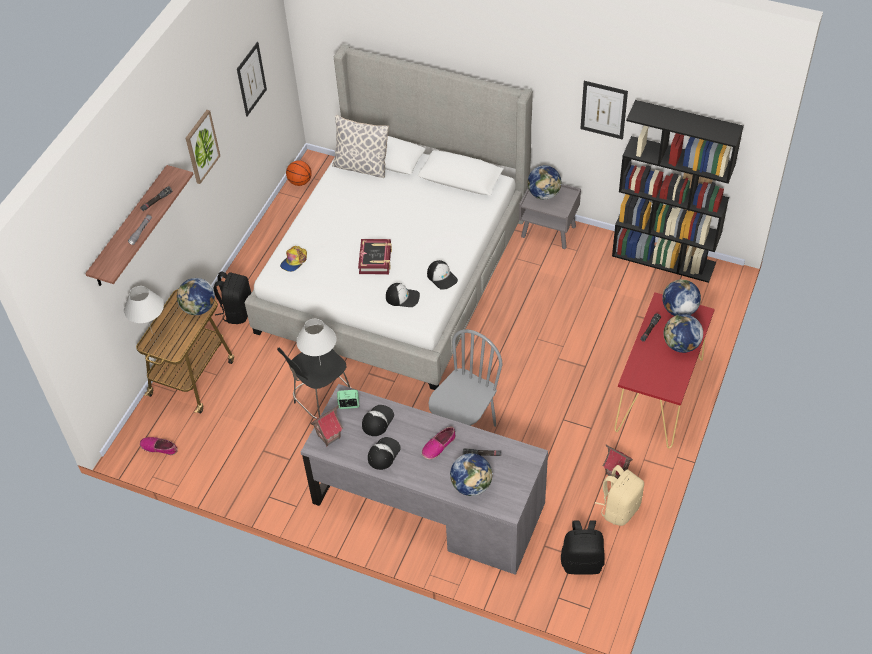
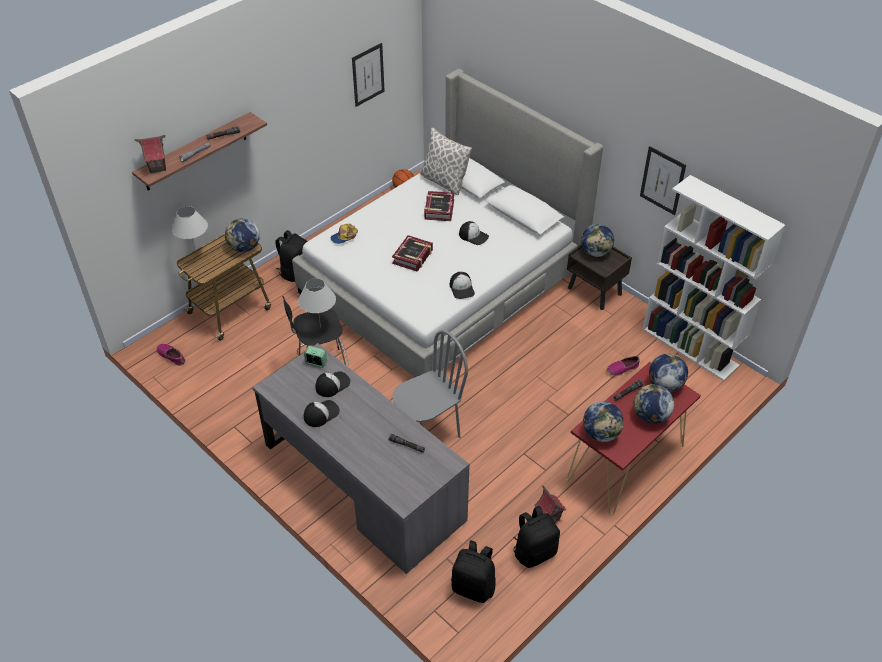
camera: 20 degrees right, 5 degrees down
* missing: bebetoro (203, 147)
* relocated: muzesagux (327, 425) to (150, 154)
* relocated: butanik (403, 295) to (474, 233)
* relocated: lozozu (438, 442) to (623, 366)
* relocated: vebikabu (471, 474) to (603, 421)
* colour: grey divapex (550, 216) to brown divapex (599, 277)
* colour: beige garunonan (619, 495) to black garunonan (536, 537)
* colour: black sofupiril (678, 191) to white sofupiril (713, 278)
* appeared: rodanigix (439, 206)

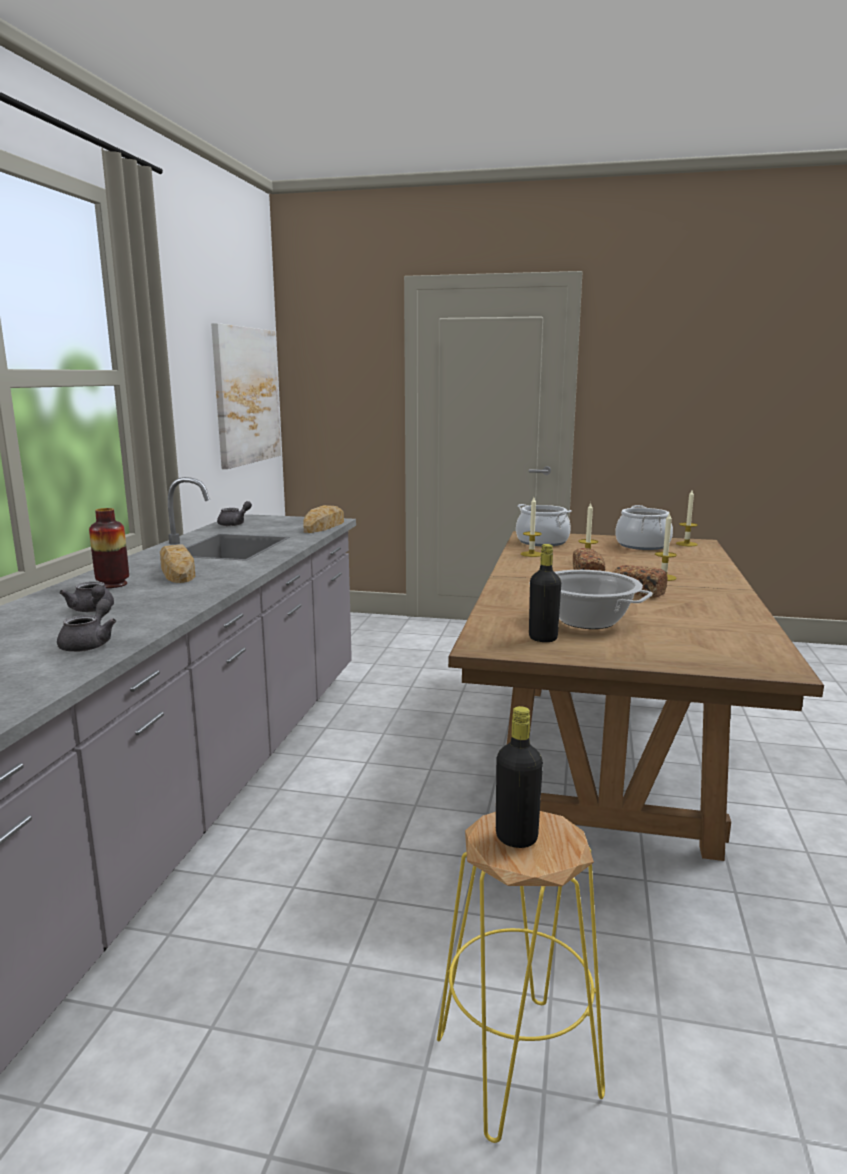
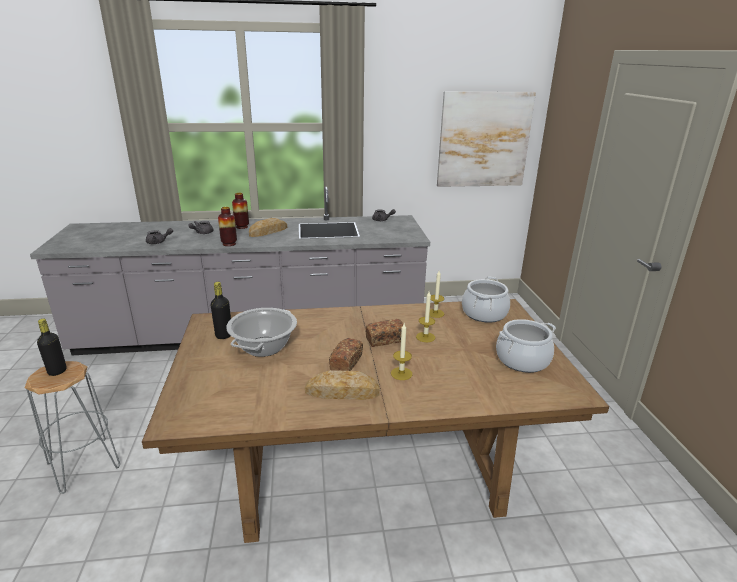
camera: 70 degrees right, 10 degrees up
* relocated: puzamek (323, 519) to (342, 385)
* colour: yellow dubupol (521, 977) to grey dubupol (72, 427)
* missing: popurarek (687, 518)
* appeared: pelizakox (227, 226)

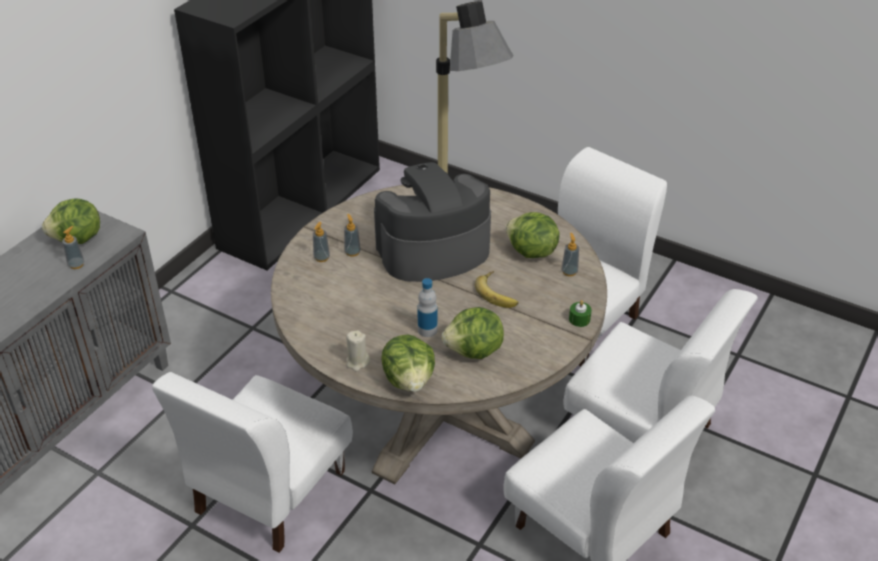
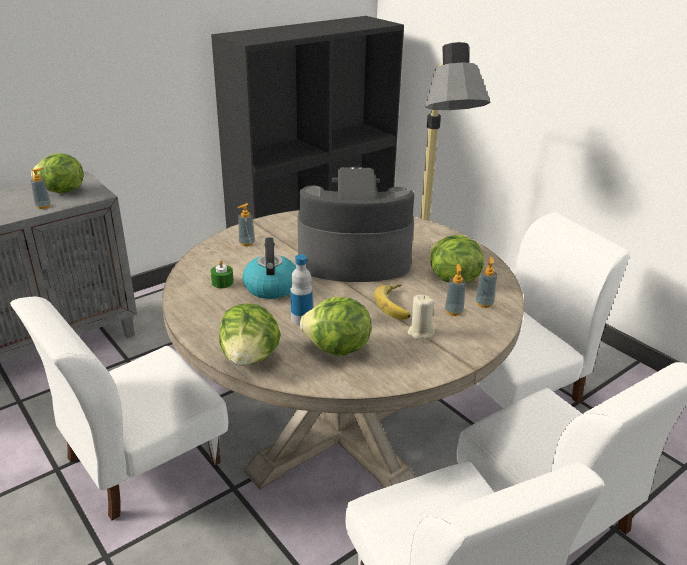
camera: 20 degrees right, 10 degrees down
* relocated: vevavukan (352, 235) to (455, 290)
* relocated: beige popurarek (358, 350) to (421, 317)
* relocated: green popurarek (580, 313) to (222, 274)
* appeared: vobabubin (269, 268)

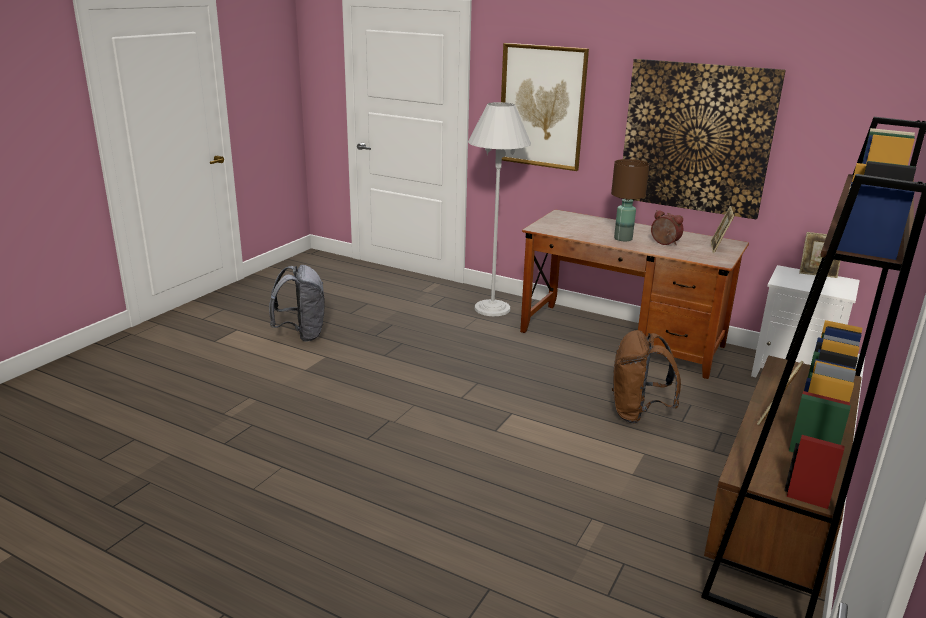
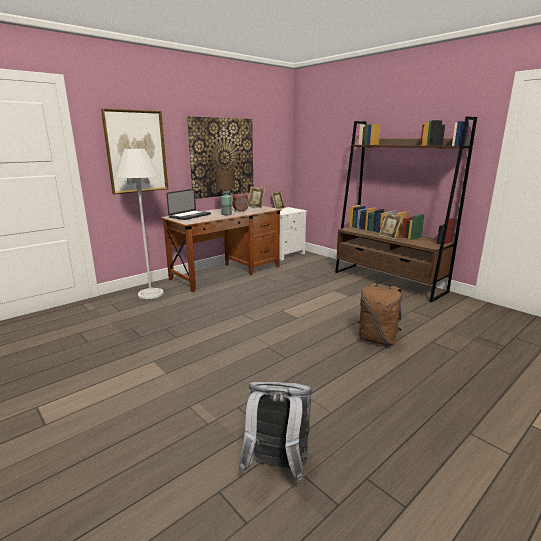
camera: 70 degrees left, 5 degrees down
* relocated: grey garunonan (297, 303) to (276, 432)
* relocated: brown garunonan (646, 376) to (380, 314)
* appeared: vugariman (188, 204)

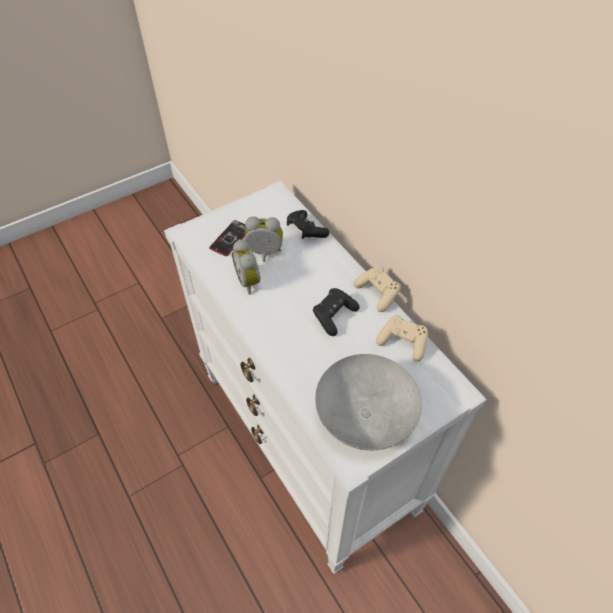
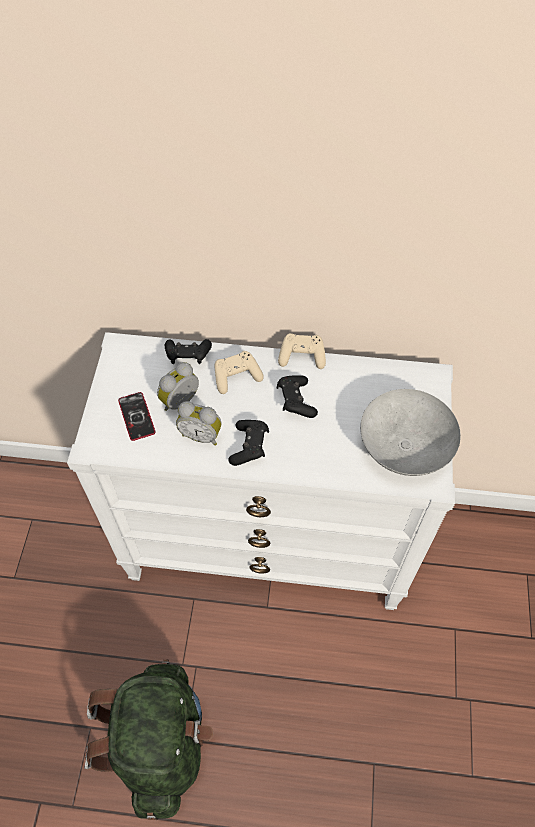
camera: 50 degrees left, 5 degrees up
* relocated: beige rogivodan (402, 338) to (239, 372)
* appeared: green garunonan (149, 740)
* appeared: black rogivodan (248, 443)

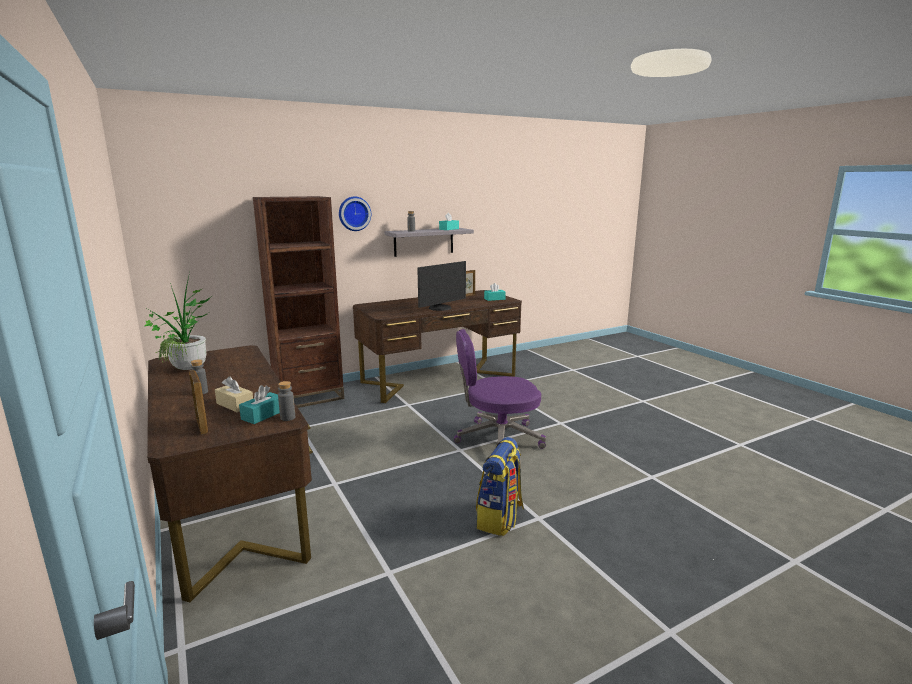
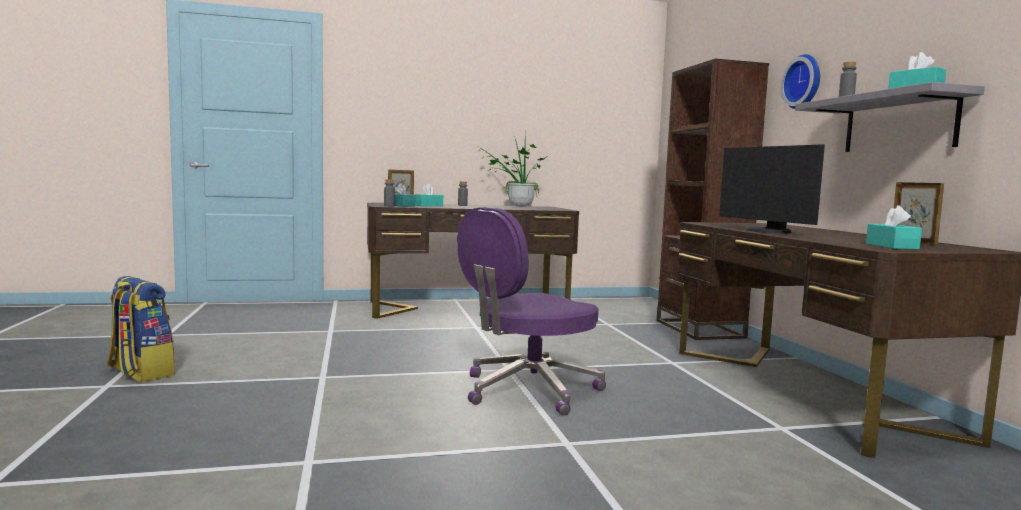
camera: 105 degrees right, 10 degrees down
* colour: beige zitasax (234, 394) to turquoise zitasax (429, 195)
* spun: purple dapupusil (500, 389) = (531, 311) 135 degrees counterclockwise
* relocated: garunonan (500, 486) to (141, 329)

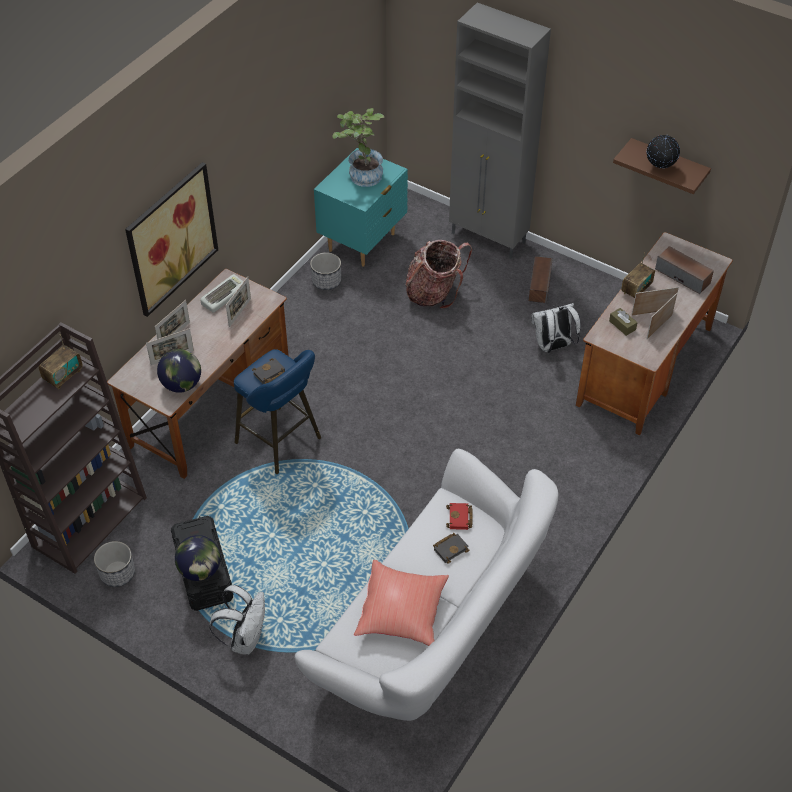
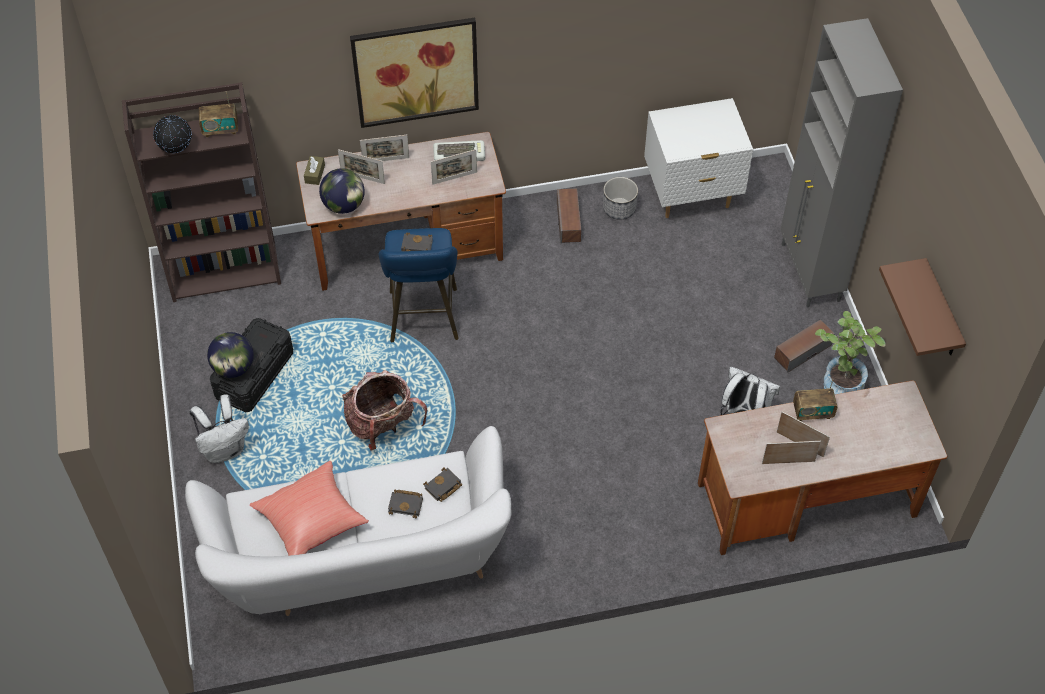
camera: 45 degrees right, 5 degrees up
* missing: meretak (114, 564)
* colour: turquoise divapex (361, 207) to white divapex (698, 158)
* relocated: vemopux (358, 147) to (850, 352)
* relocated: garunonan (439, 274) to (384, 410)
* colour: red rodanigix (459, 516) to black rodanigix (442, 484)
* relocated: brown zitasax (623, 322) to (314, 170)
* relocated: vebikabu (663, 152) to (172, 134)
* relocated: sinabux (684, 270) to (569, 215)

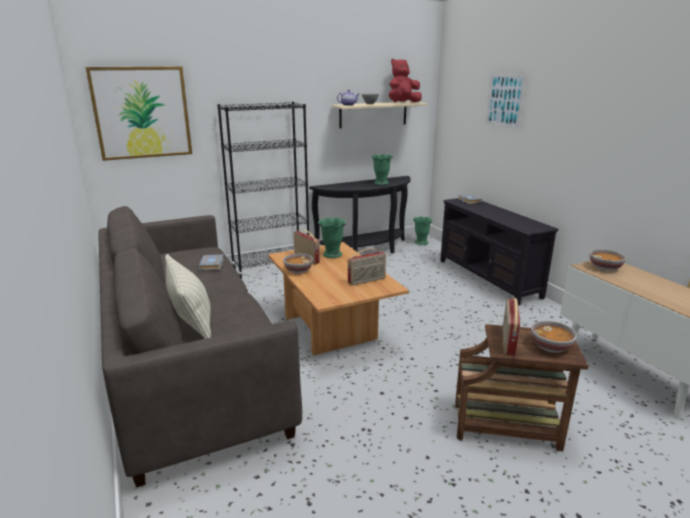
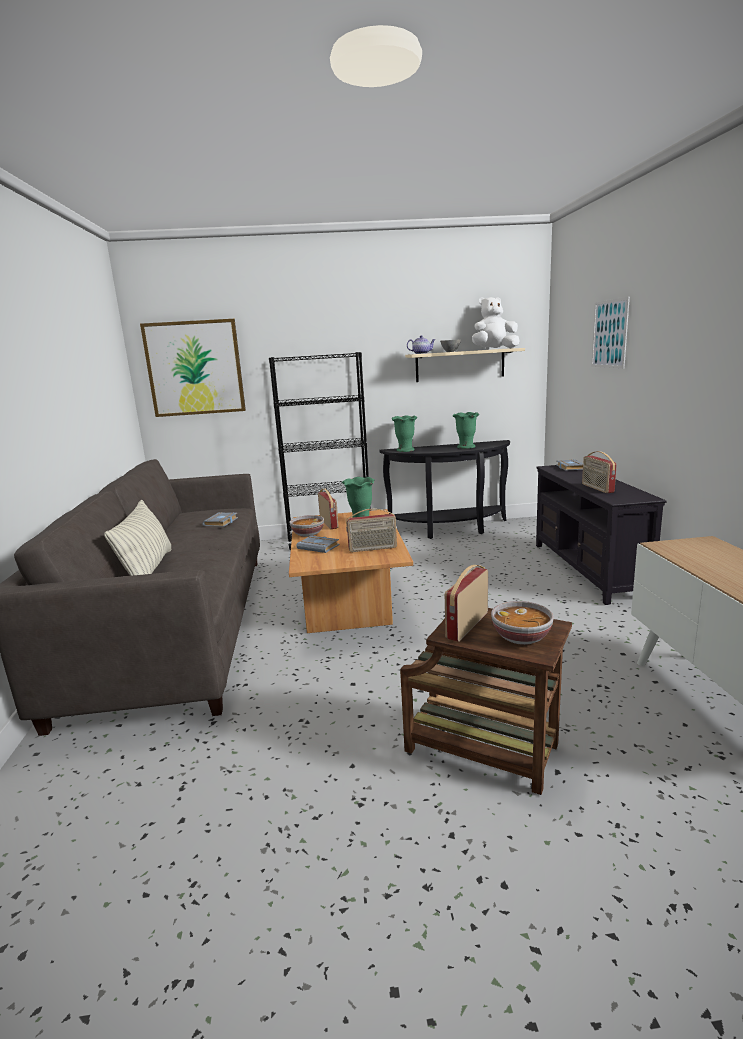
camera: 20 degrees right, 5 degrees down
* colour: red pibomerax (405, 80) to white pibomerax (495, 323)
* relocated: green pelizakox (423, 230) to (405, 433)
* missing: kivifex (608, 260)
* appeared: grey rodanigix (317, 544)
* appeared: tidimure (599, 472)

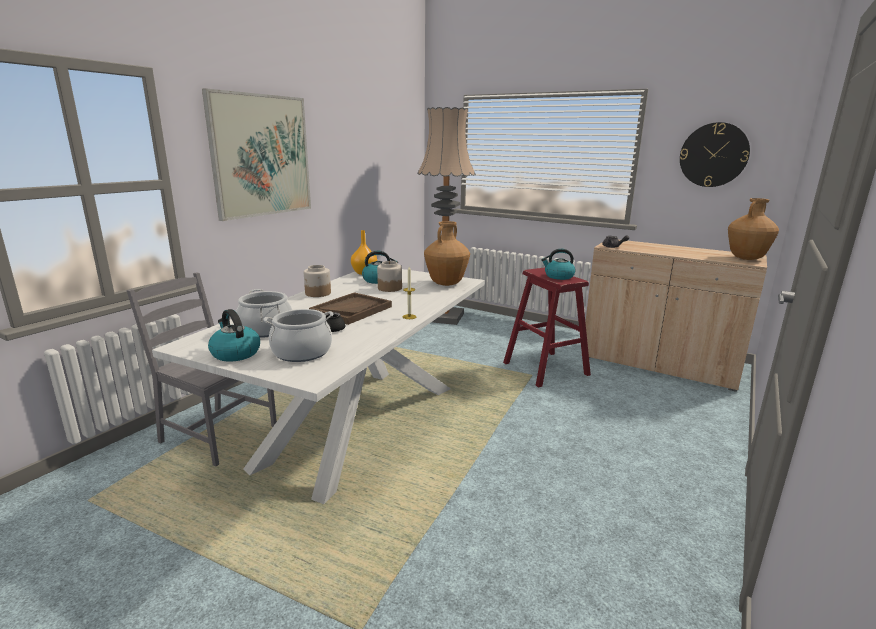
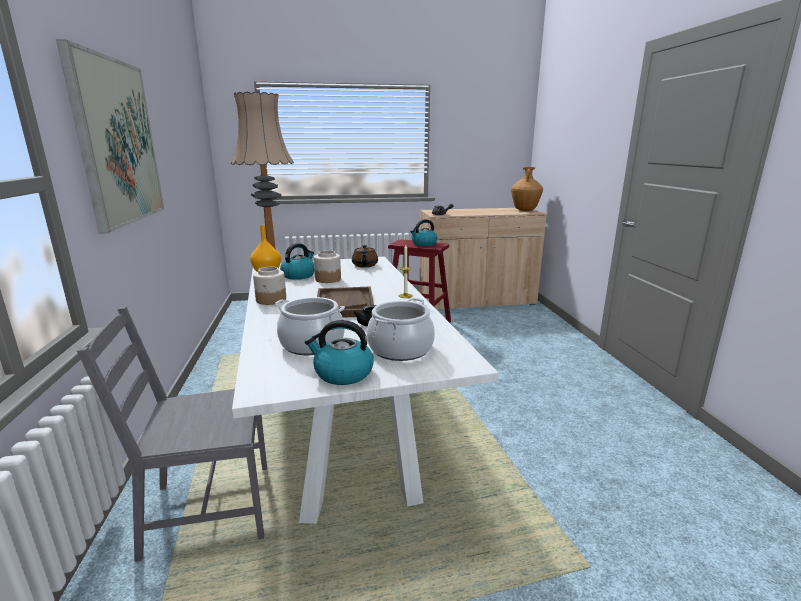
camera: 40 degrees left, 0 degrees up
* exchanged: brown pelizakox (447, 253) to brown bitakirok (365, 256)
* missing: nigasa (715, 154)

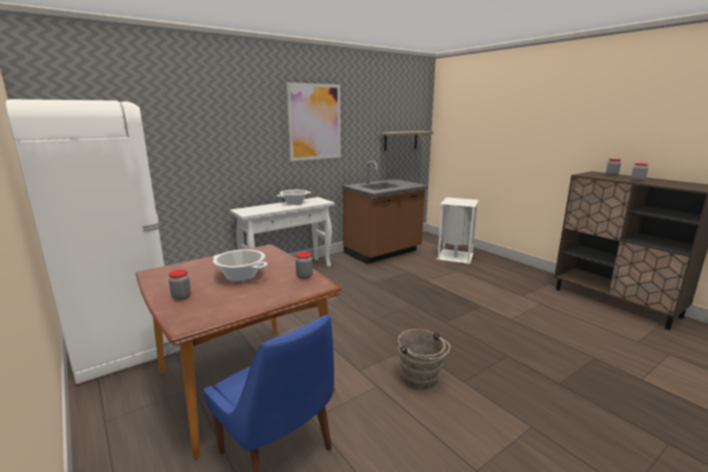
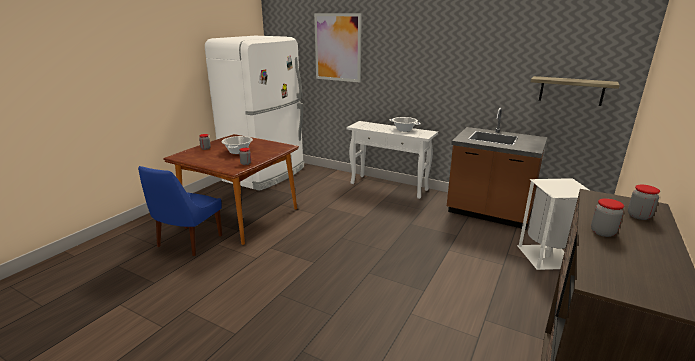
camera: 65 degrees right, 5 degrees up
* relocated: bebetoro (313, 121) to (338, 47)
* missing: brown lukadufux (424, 359)

